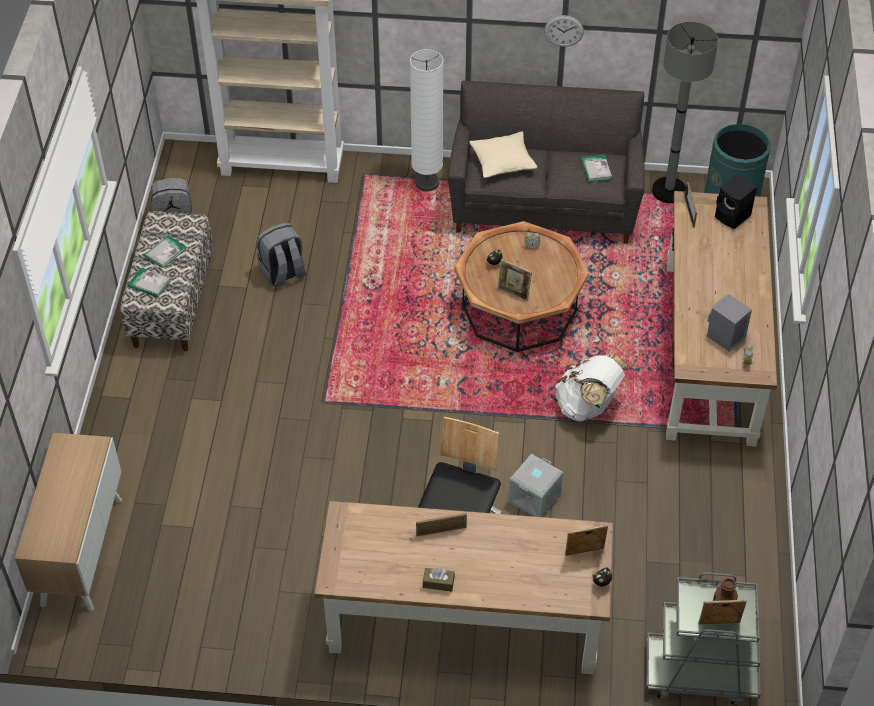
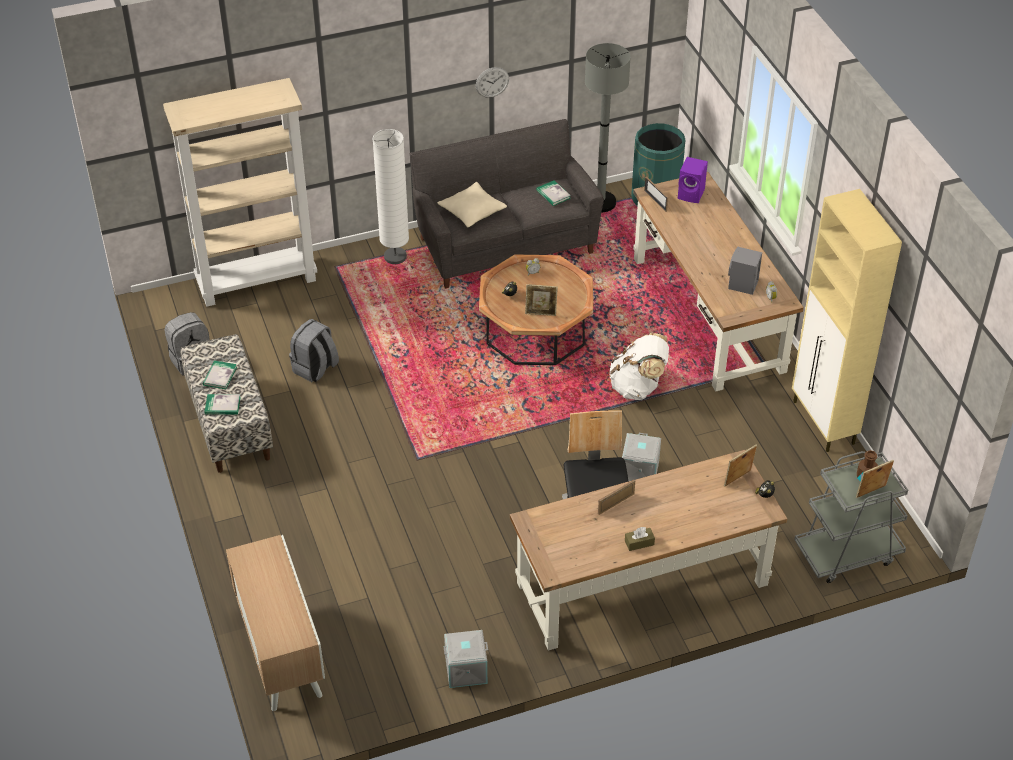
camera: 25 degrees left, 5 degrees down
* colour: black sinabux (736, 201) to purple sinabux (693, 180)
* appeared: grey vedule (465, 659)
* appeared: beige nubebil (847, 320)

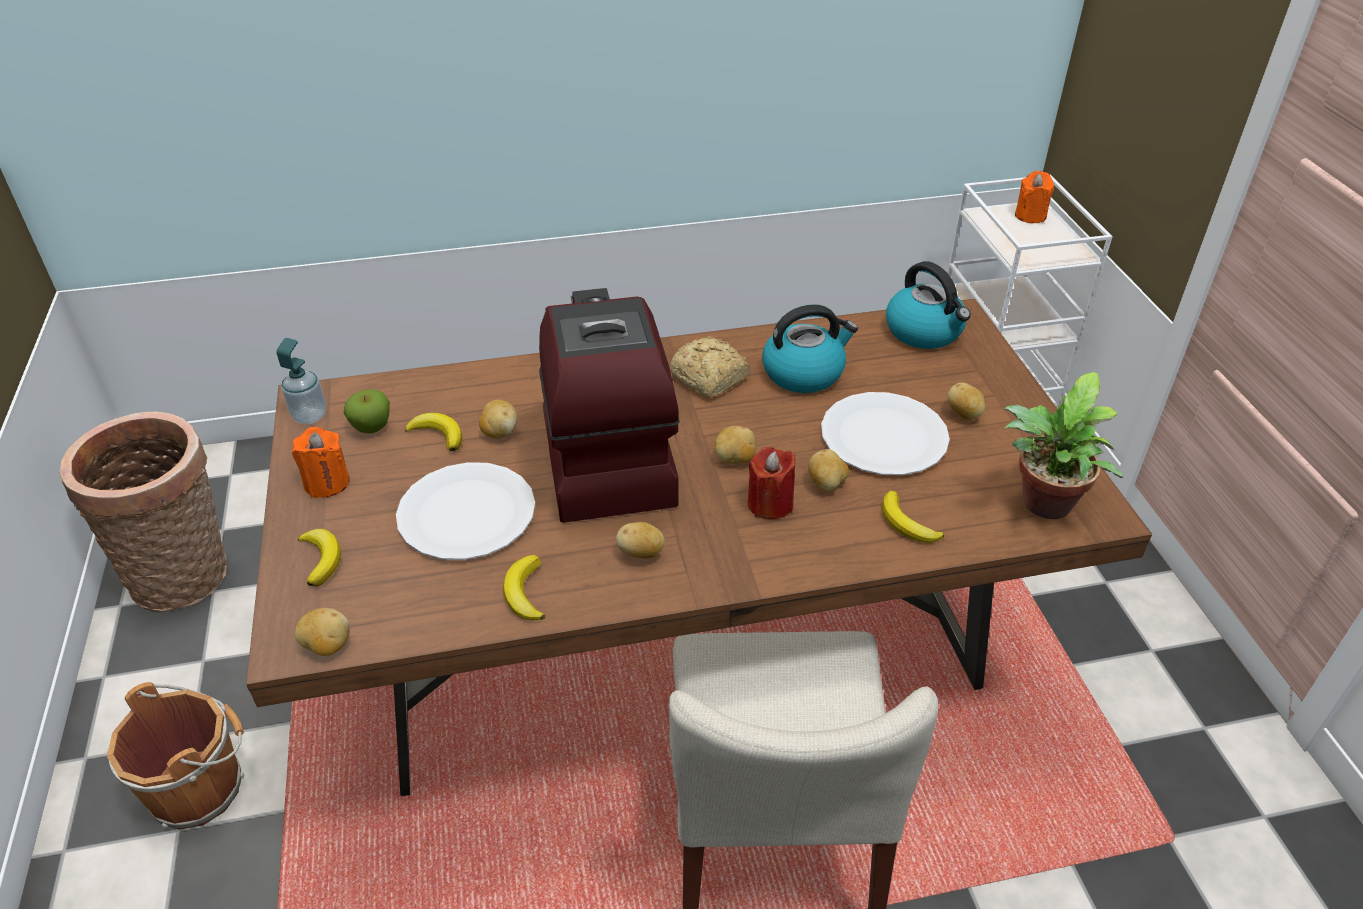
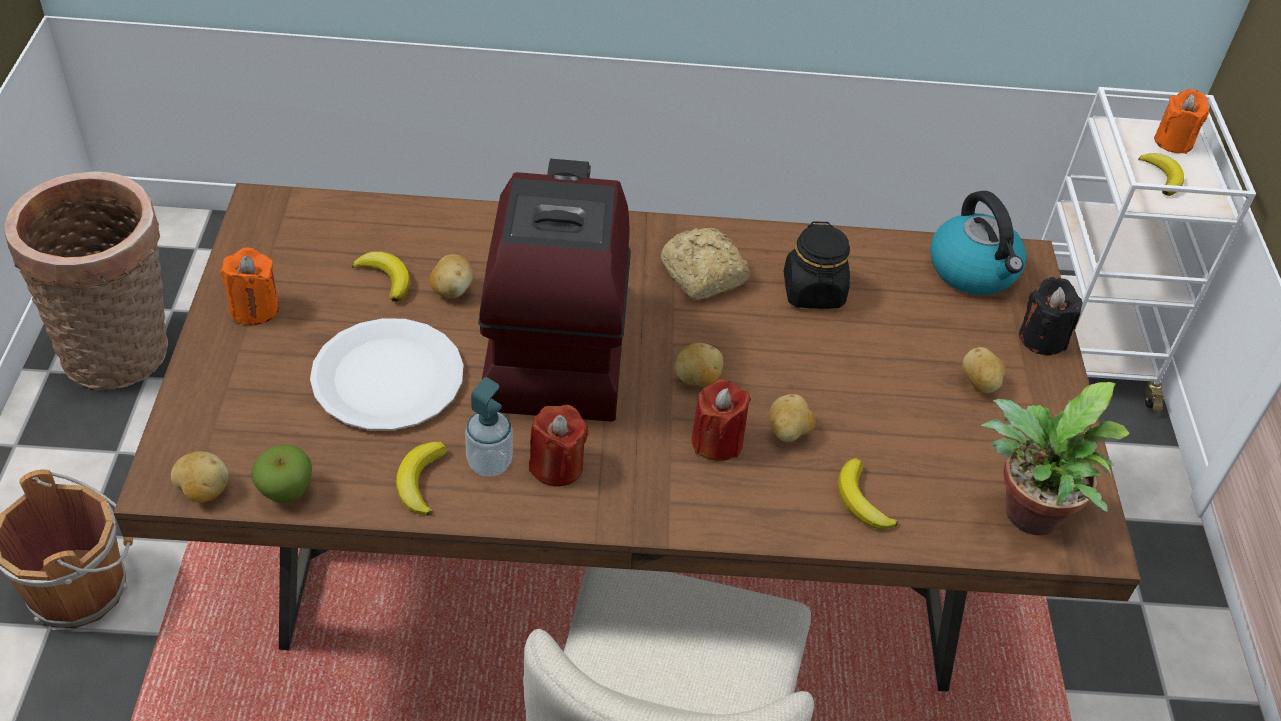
camera: 10 degrees right, 5 degrees up
* relocated: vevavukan (301, 381) to (489, 427)
* relocated: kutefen (319, 558) to (1161, 174)
* relocated: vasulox (367, 411) to (281, 474)
* exchanged: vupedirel (640, 540) to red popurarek (559, 446)
* exchanged: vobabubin (810, 348) to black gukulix (817, 265)
* missing: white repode (885, 433)
* appeared: black popurarek (1050, 316)

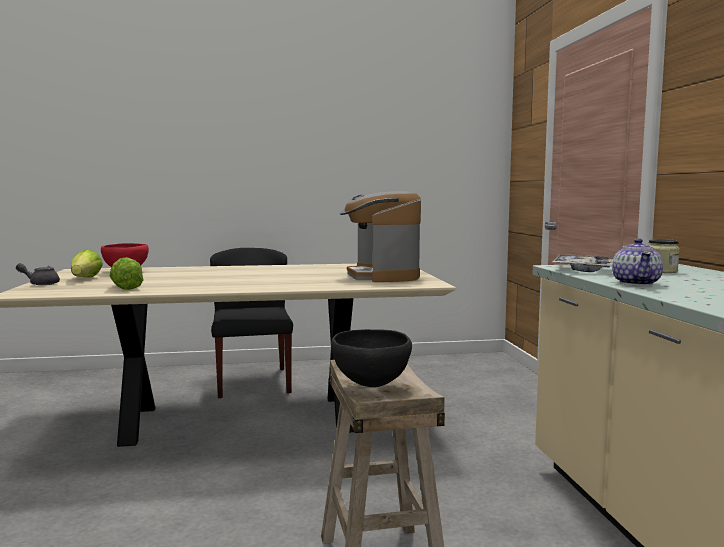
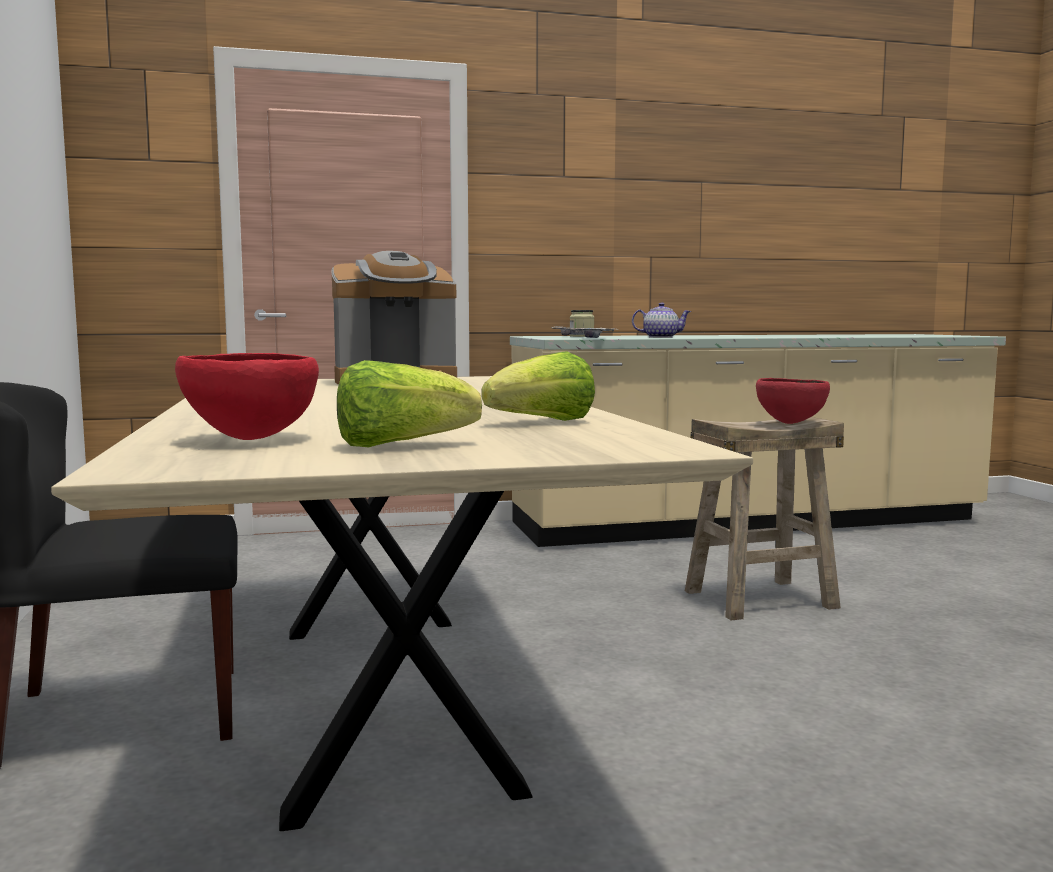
camera: 95 degrees left, 0 degrees up
* missing: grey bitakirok (38, 274)
* colour: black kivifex (371, 358) to red kivifex (793, 401)

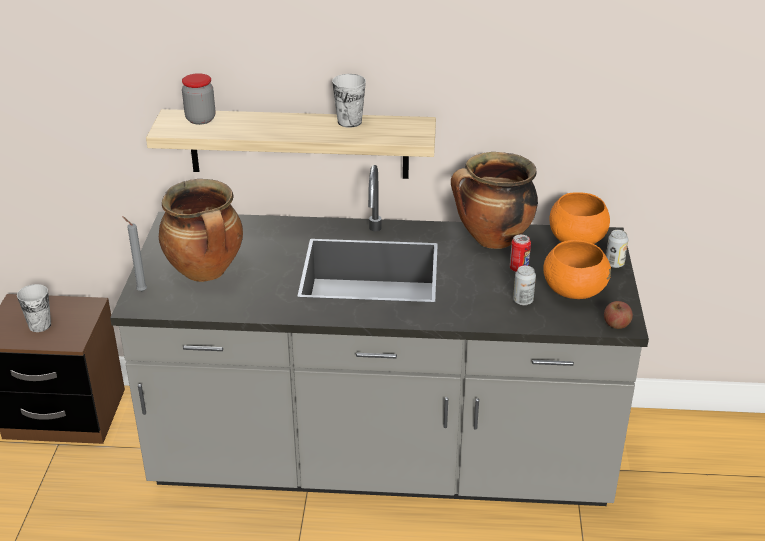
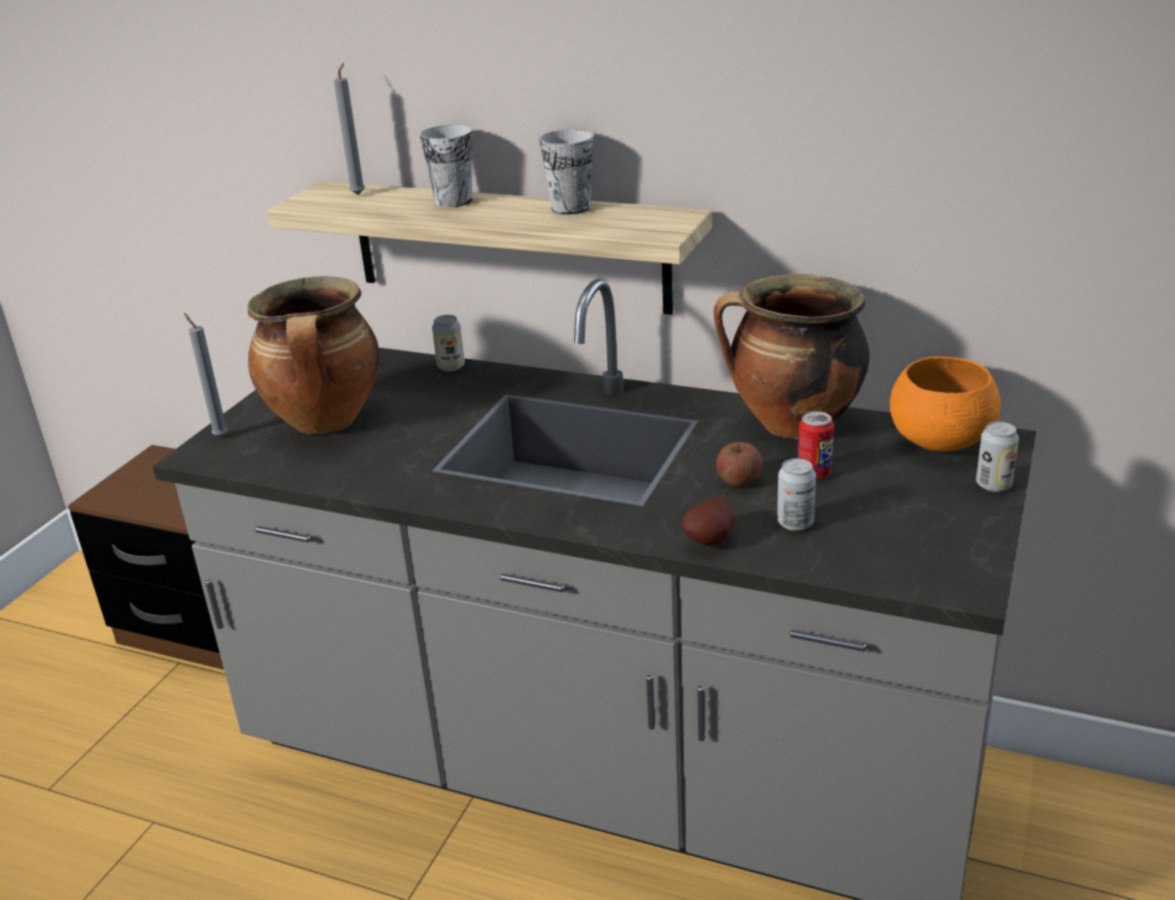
camera: 20 degrees right, 5 degrees down
* relocated: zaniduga (34, 308) to (446, 166)
* exchanged: gukulix (198, 99) to grey popurarek (349, 129)
* missing: orange kivifex (577, 269)
* relocated: vasulox (618, 315) to (739, 464)
* appeared: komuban (448, 343)
* appeared: vupedirel (708, 521)

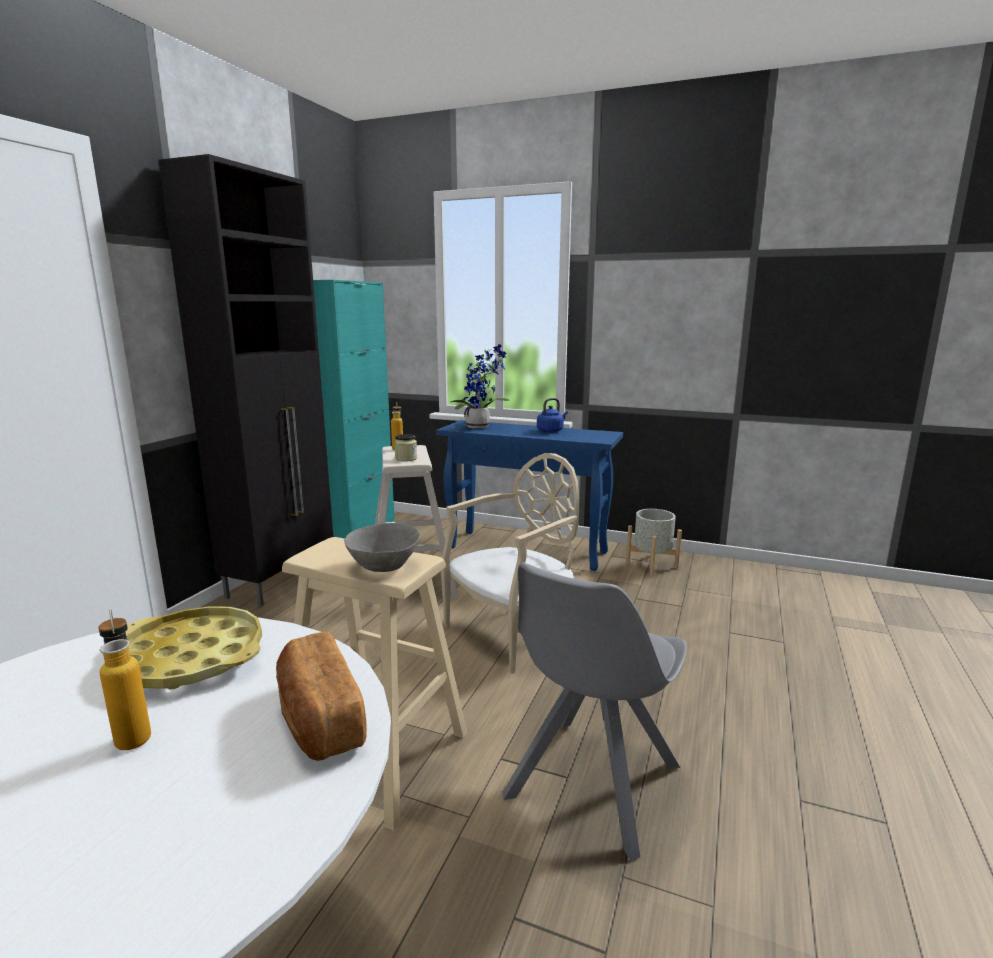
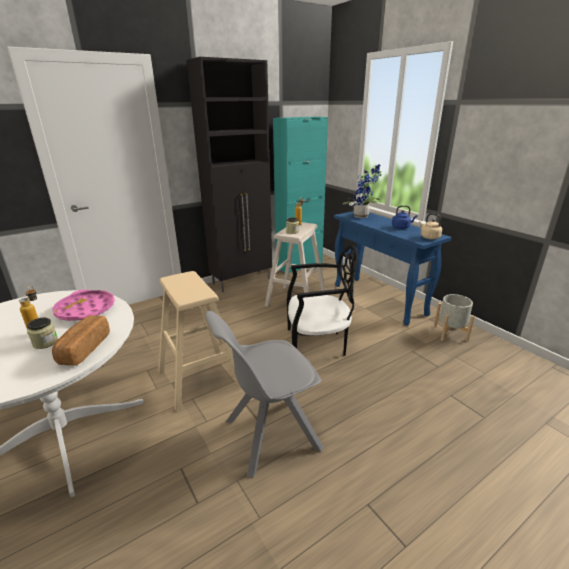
camera: 35 degrees right, 10 degrees up
* colour: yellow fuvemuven (193, 647) to pink fuvemuven (83, 305)
* missing: grey kivifex (382, 547)
* colour: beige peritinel (510, 563) to black peritinel (322, 300)
* appeared: gukulix (42, 333)
* appeared: beige vobabubin (430, 226)

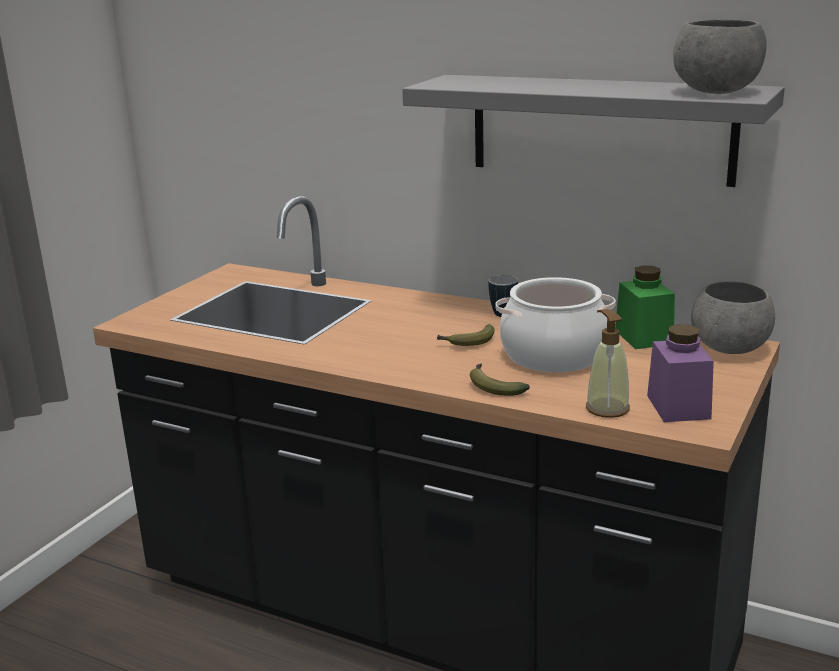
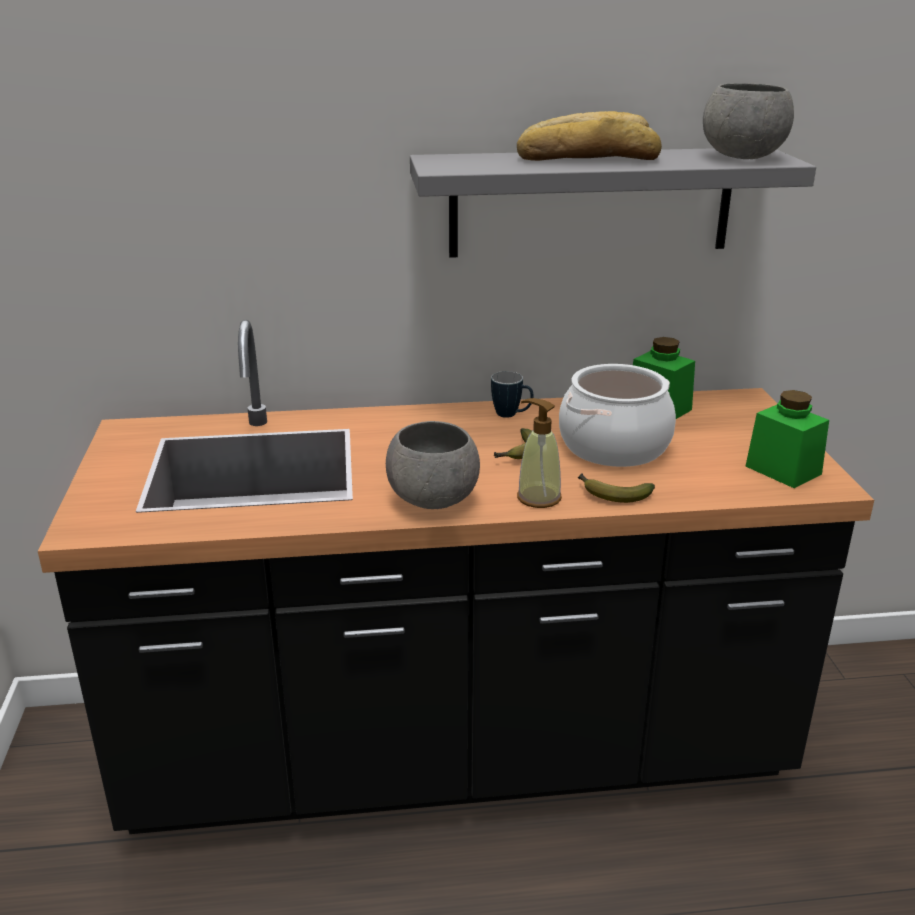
camera: 35 degrees left, 5 degrees up
* relocated: vevavukan (608, 363) to (539, 453)
* colour: purple gukulix (680, 373) to green gukulix (787, 439)
* relocated: grey kivifex (733, 317) to (433, 465)
* appeared: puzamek (589, 136)

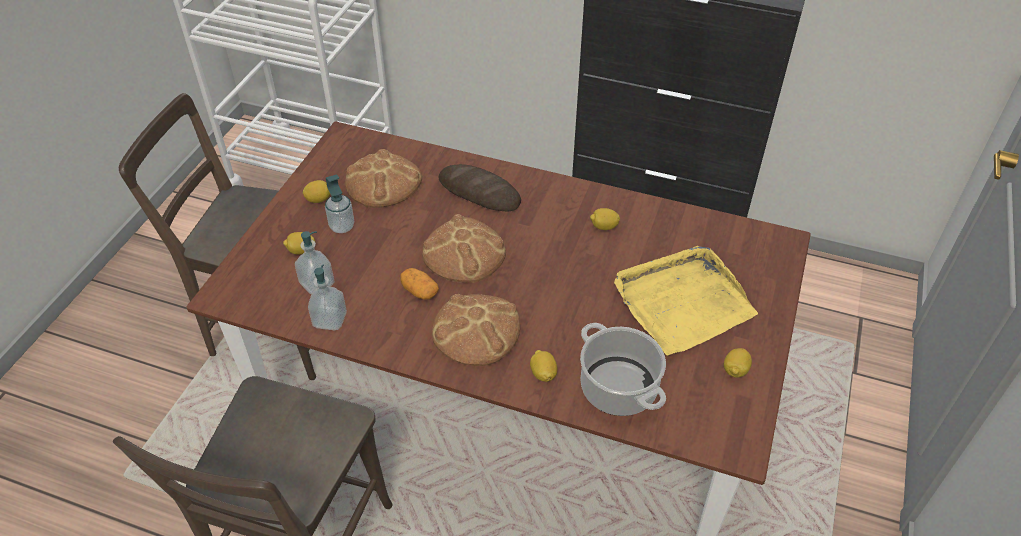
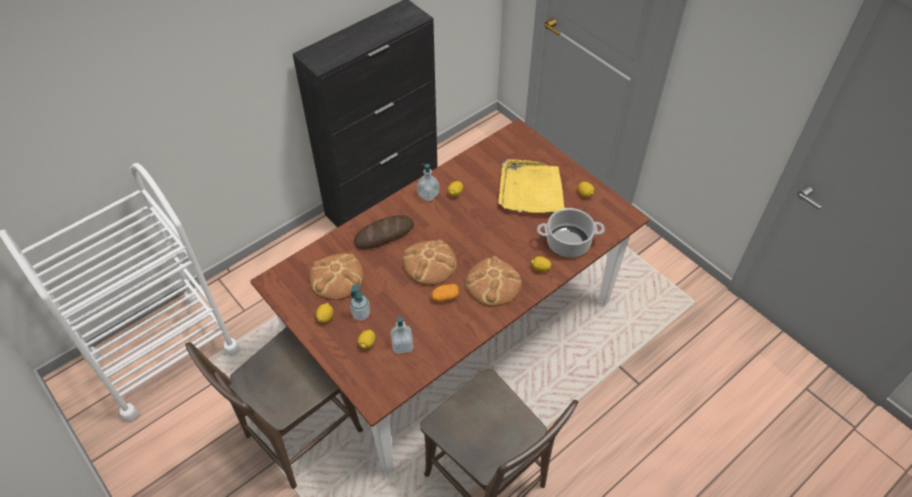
camera: 60 degrees left, 5 degrees up
* relocated: vevavukan (327, 297) to (428, 182)

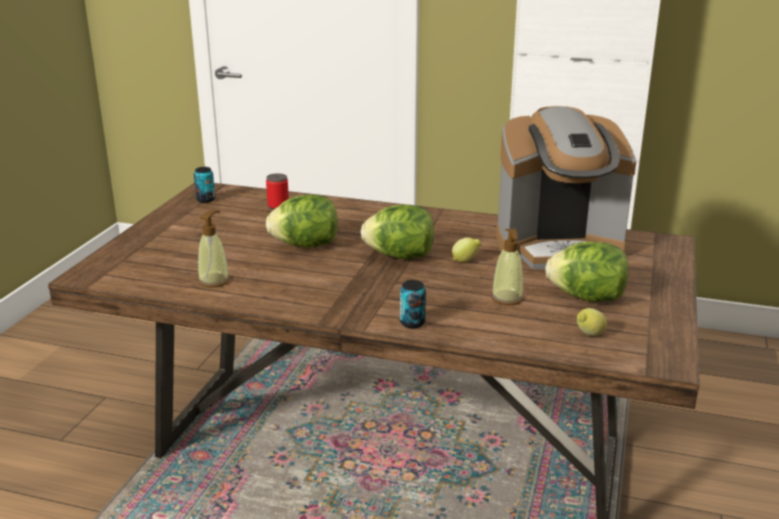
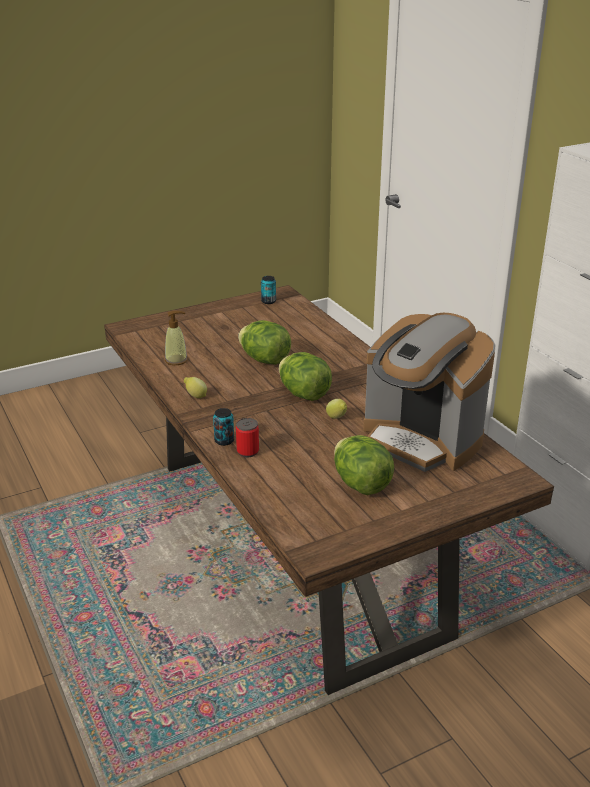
camera: 45 degrees right, 5 degrees up
* relocated: komuban (277, 191) to (247, 438)
* missing: vevavukan (507, 267)
* relocated: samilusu (592, 322) to (195, 387)

